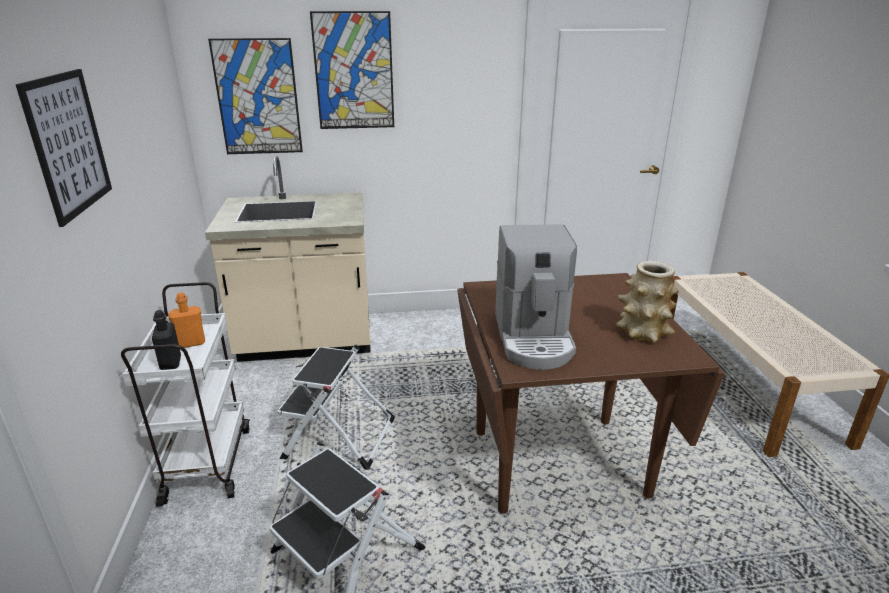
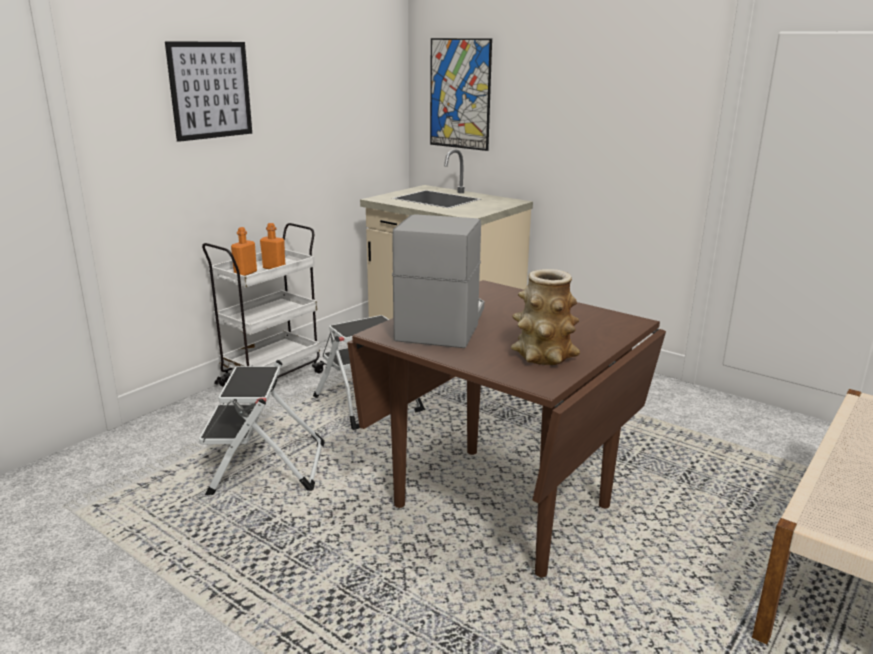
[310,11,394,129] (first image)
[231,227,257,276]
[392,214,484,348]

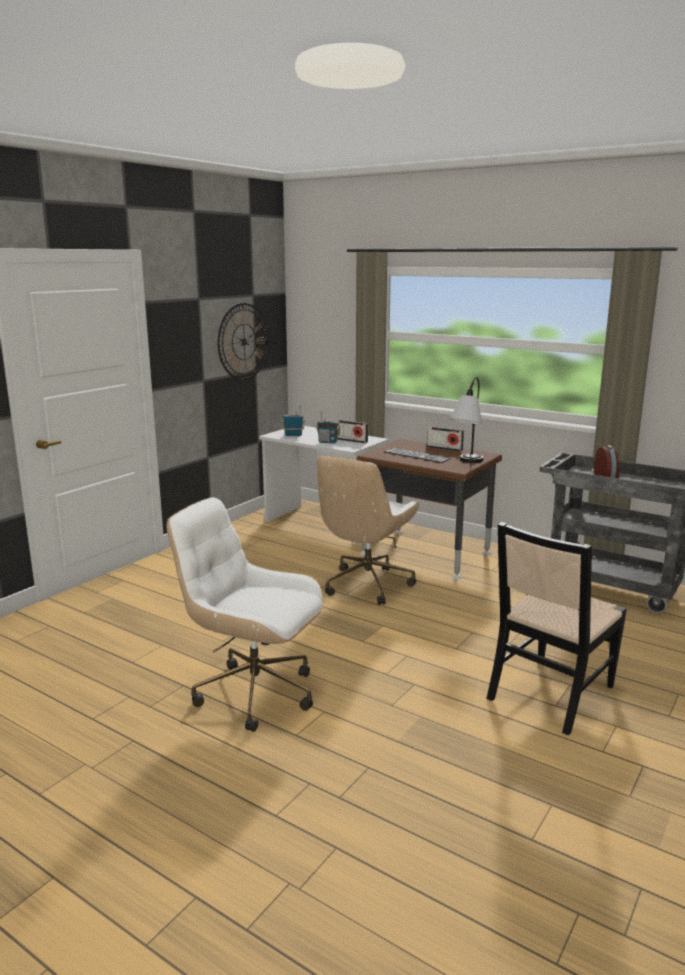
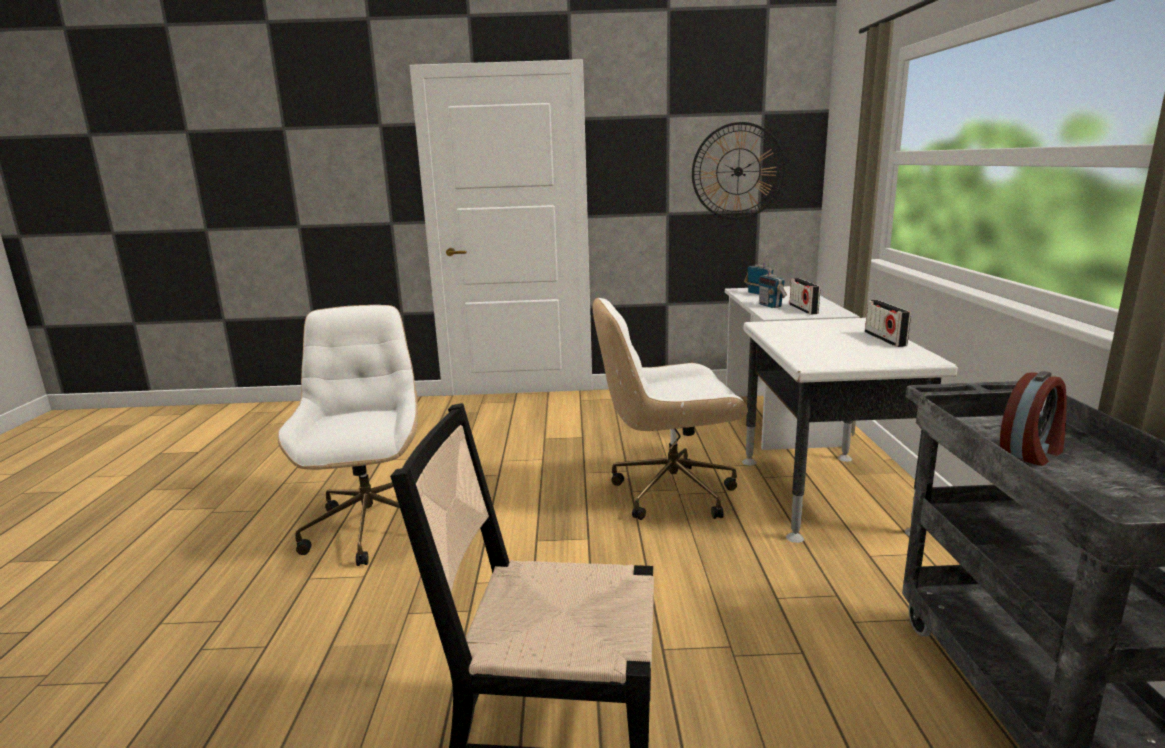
[384,448,451,463] (first image)
[450,377,484,463] (first image)
[742,318,958,543]

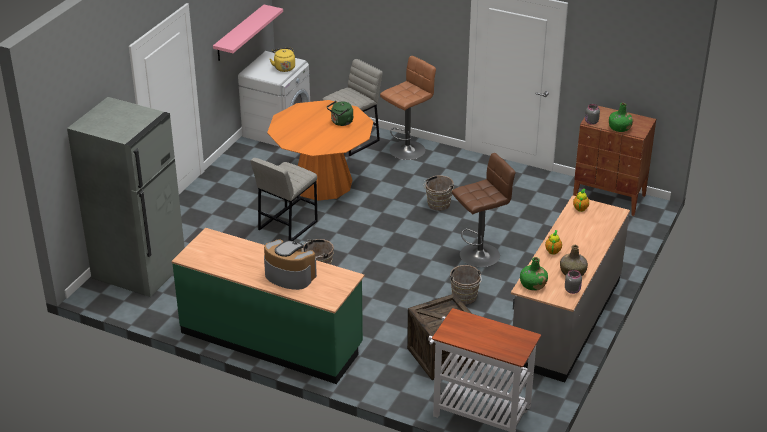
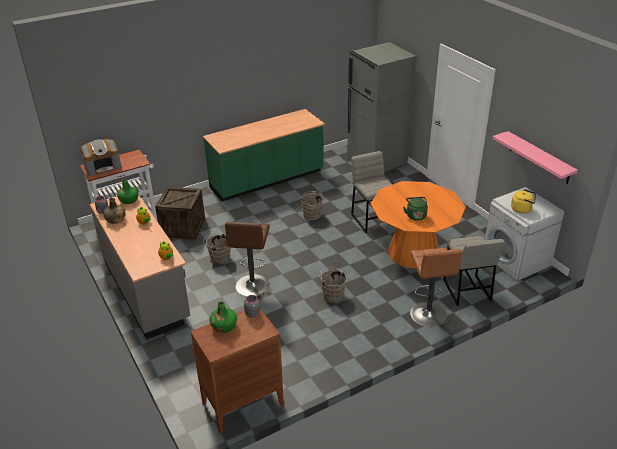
[81,139,121,176]

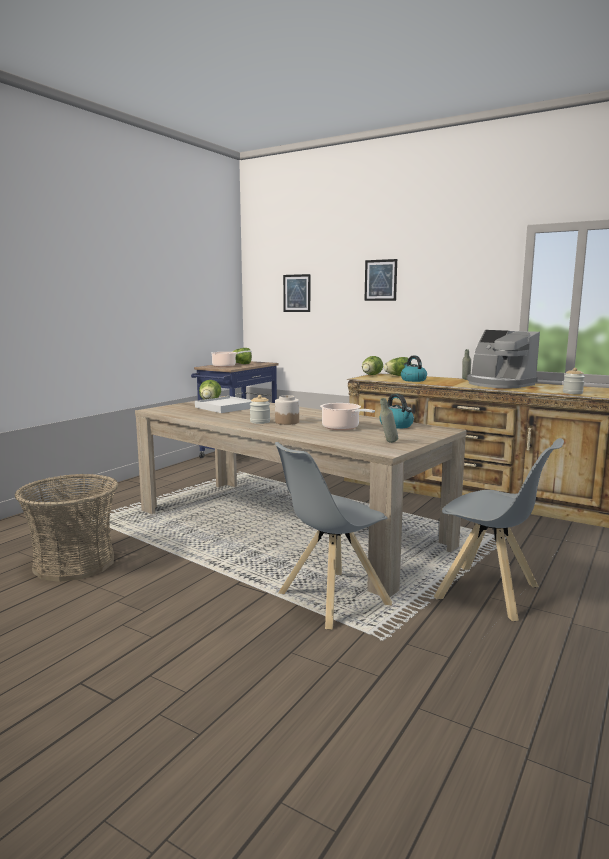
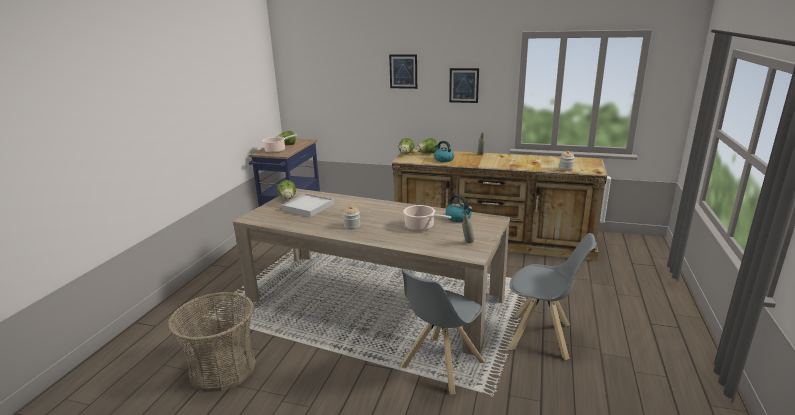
[275,395,299,425] (first image)
[467,330,540,389] (first image)
[449,68,479,103]

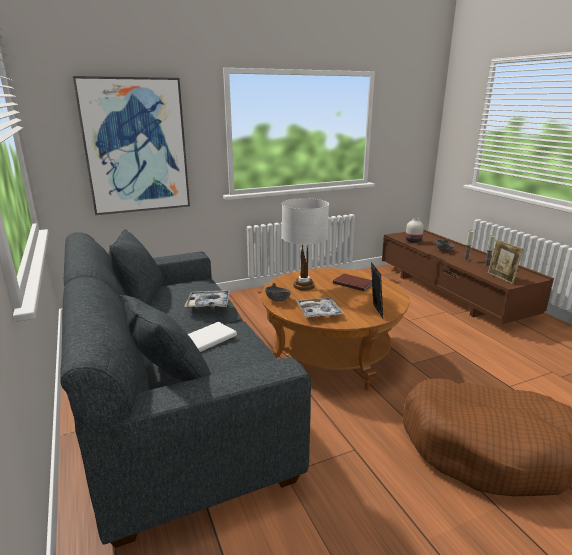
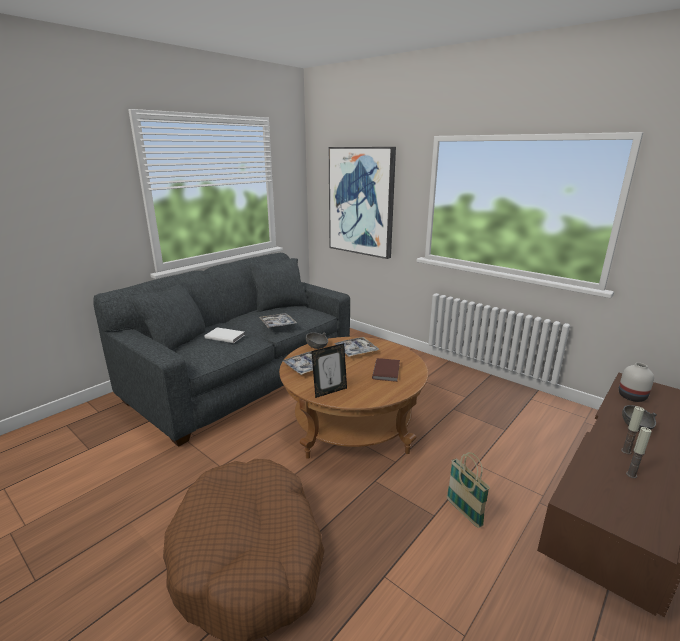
[488,239,523,284] (first image)
[447,452,490,528]
[334,337,379,356]

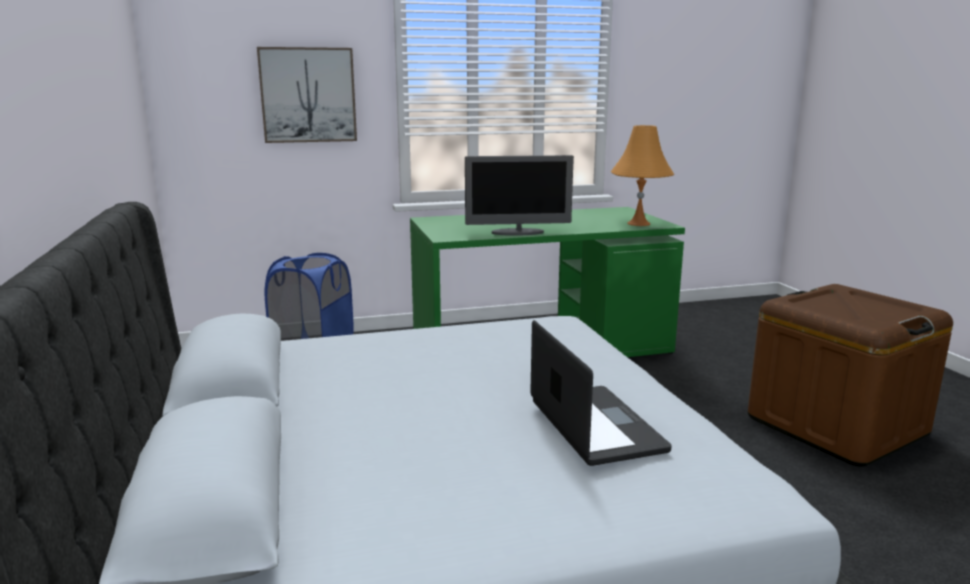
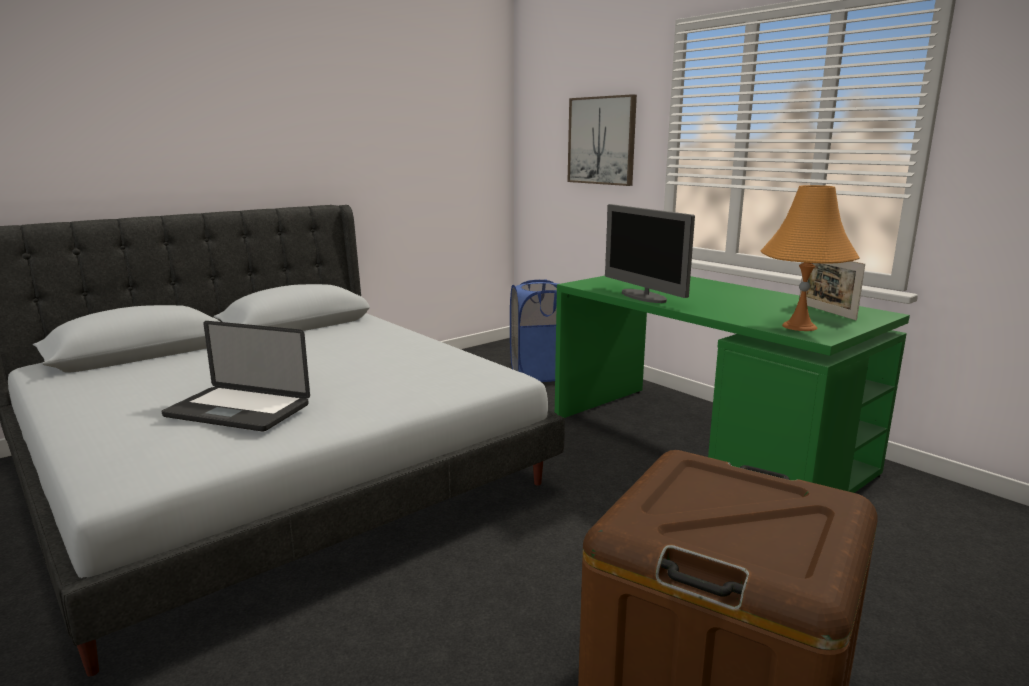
[799,261,865,320]
[162,321,310,432]

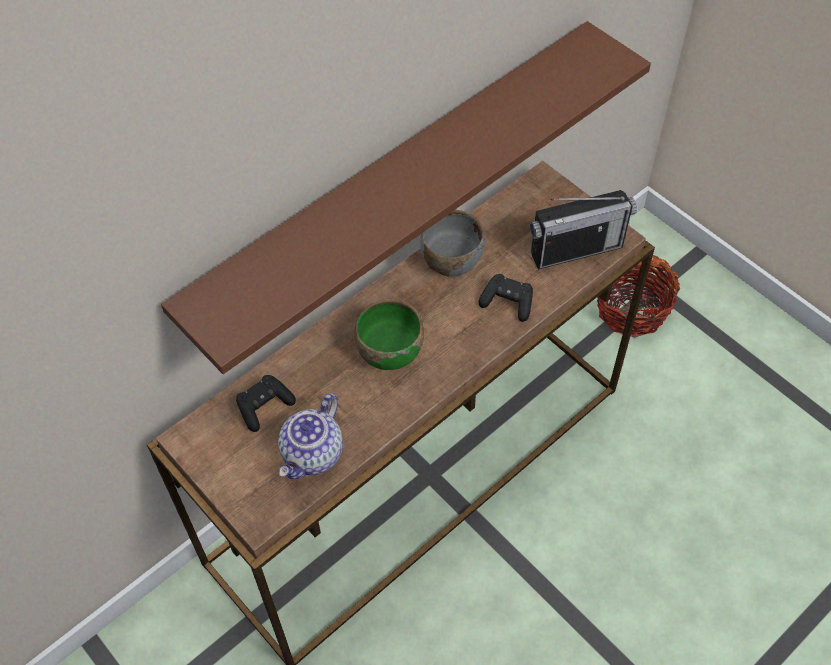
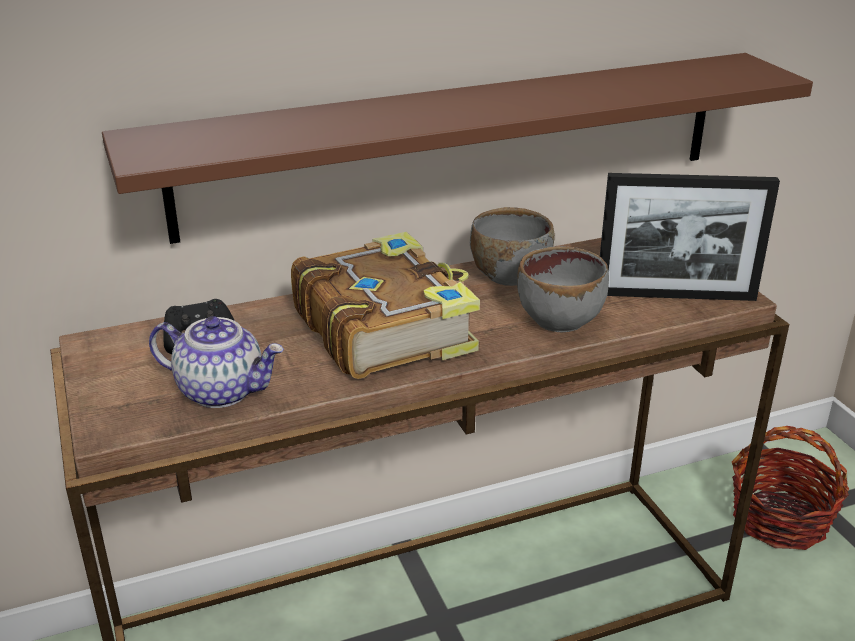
[291,232,480,379]
[517,246,609,332]
[600,173,780,301]
[149,316,284,408]

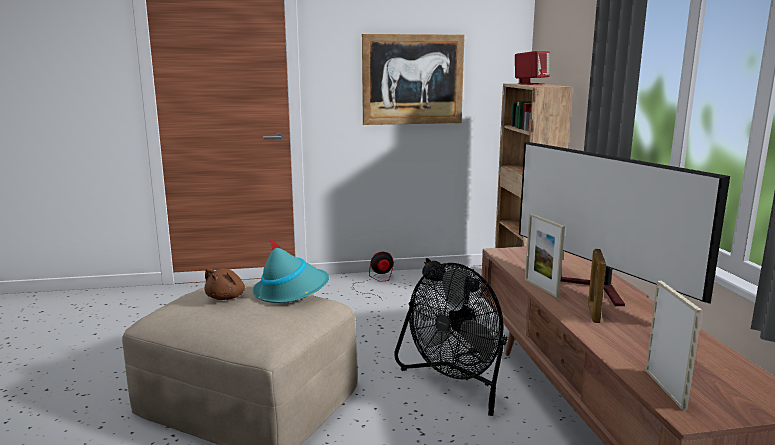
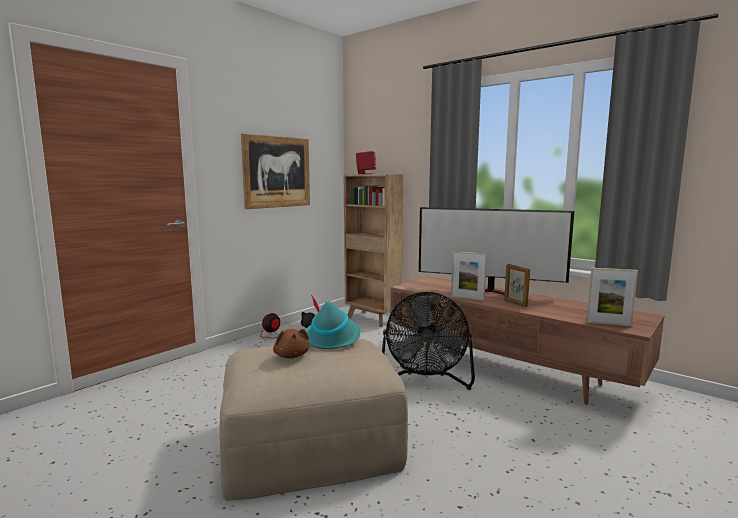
[586,268,638,327]

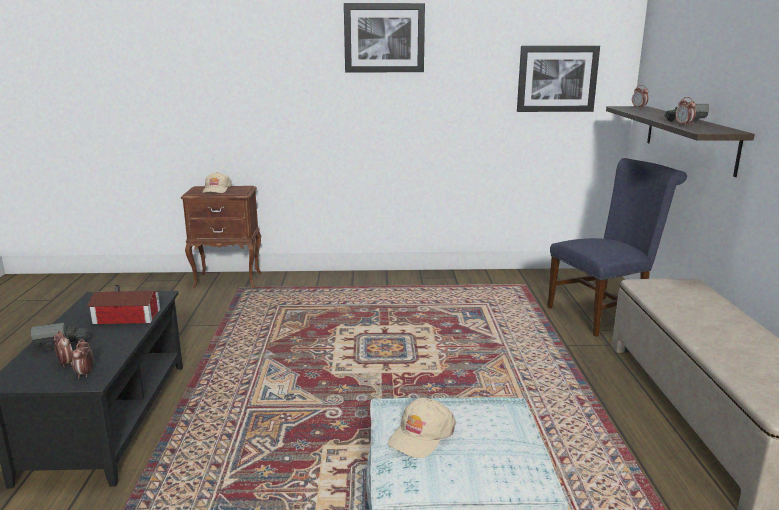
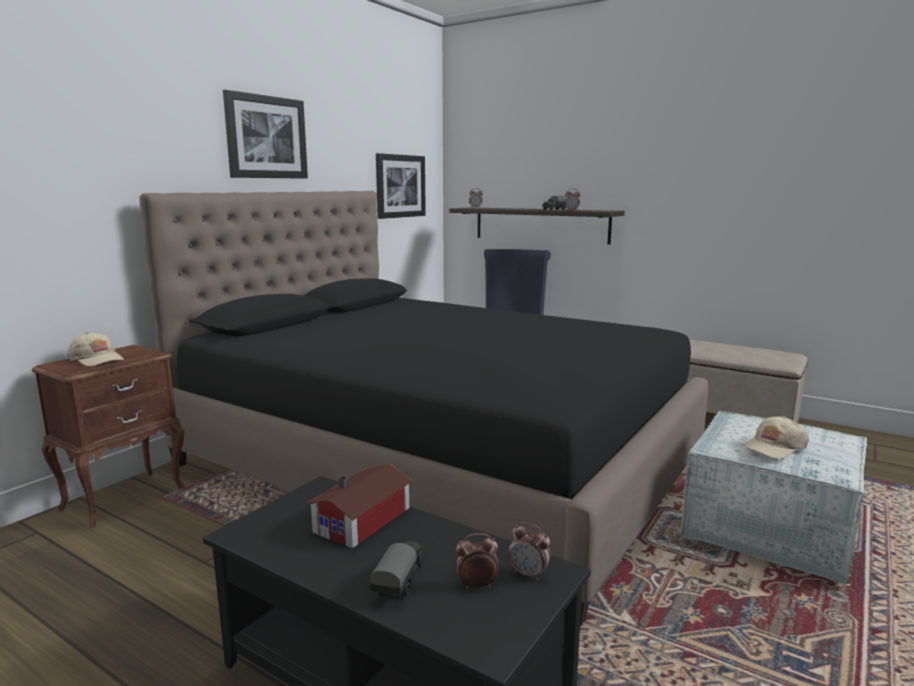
[139,191,708,627]
[744,416,809,459]

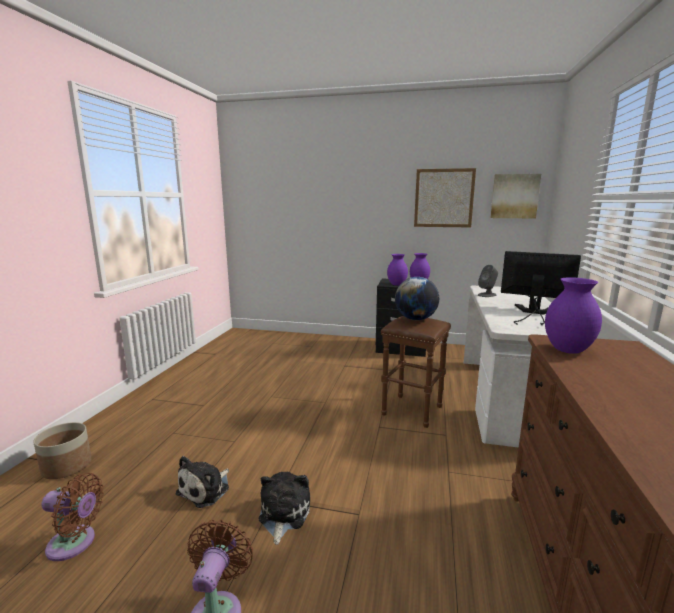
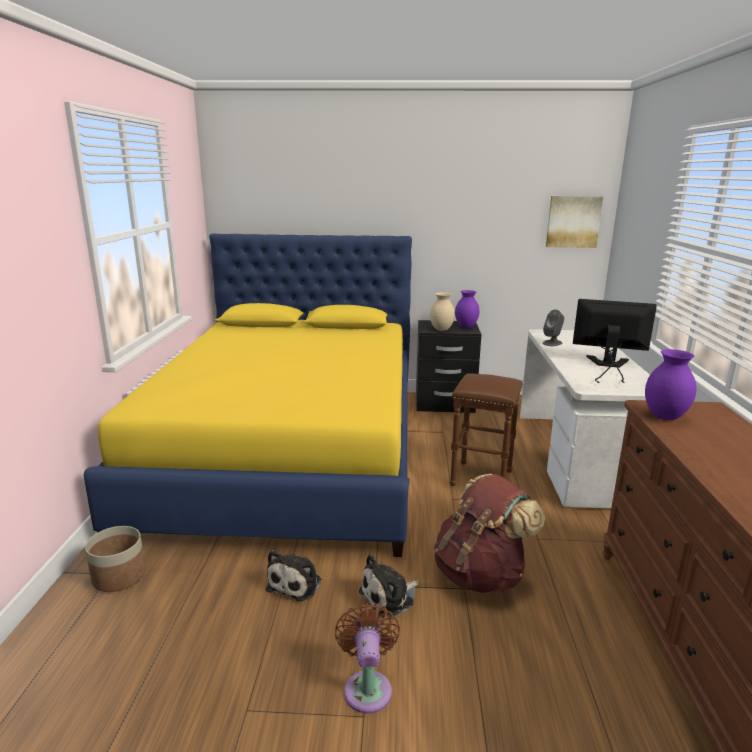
[41,473,104,561] (first image)
[395,277,439,320] (first image)
[414,168,476,228] (first image)
[84,234,412,557]
[434,474,545,593]
[430,292,455,331]
[359,554,419,617]

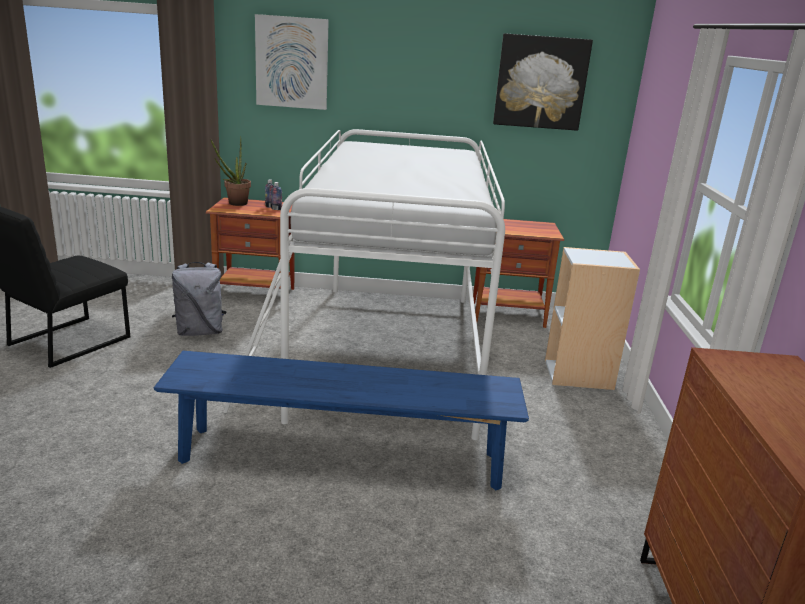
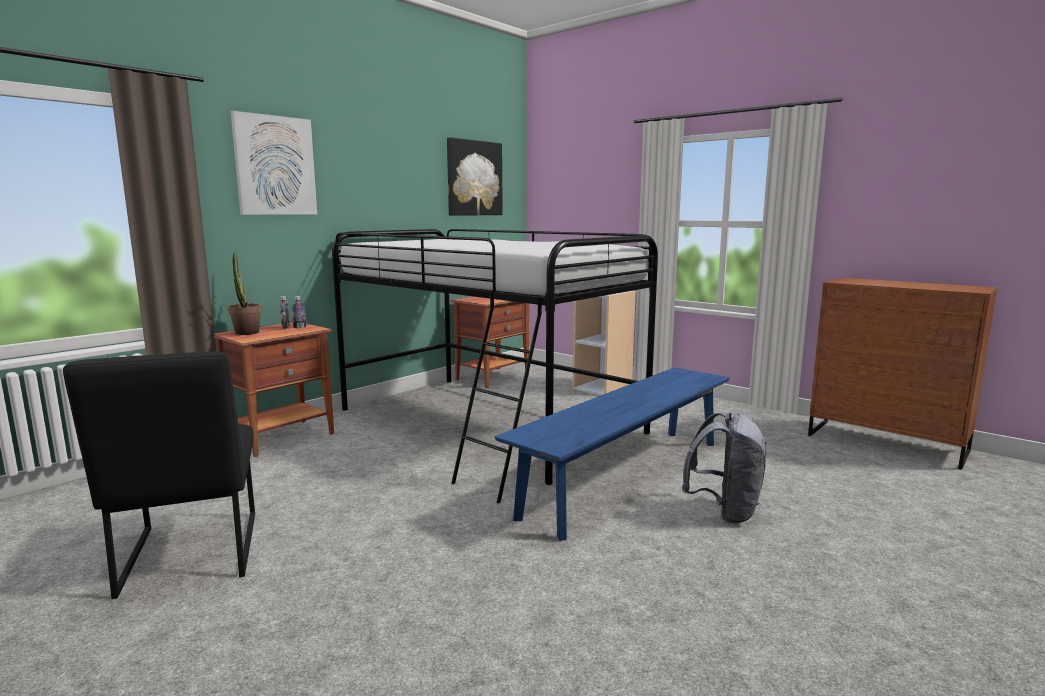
[682,412,767,524]
[332,229,658,503]

